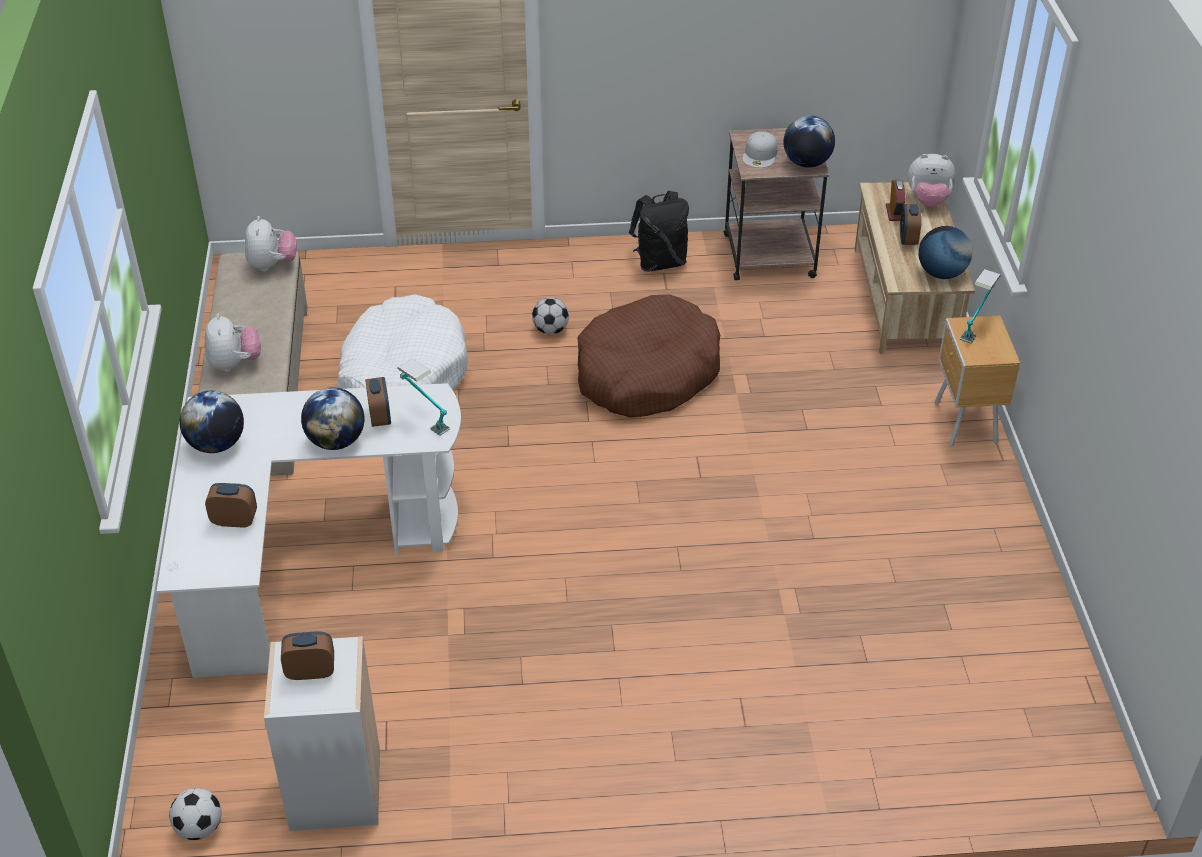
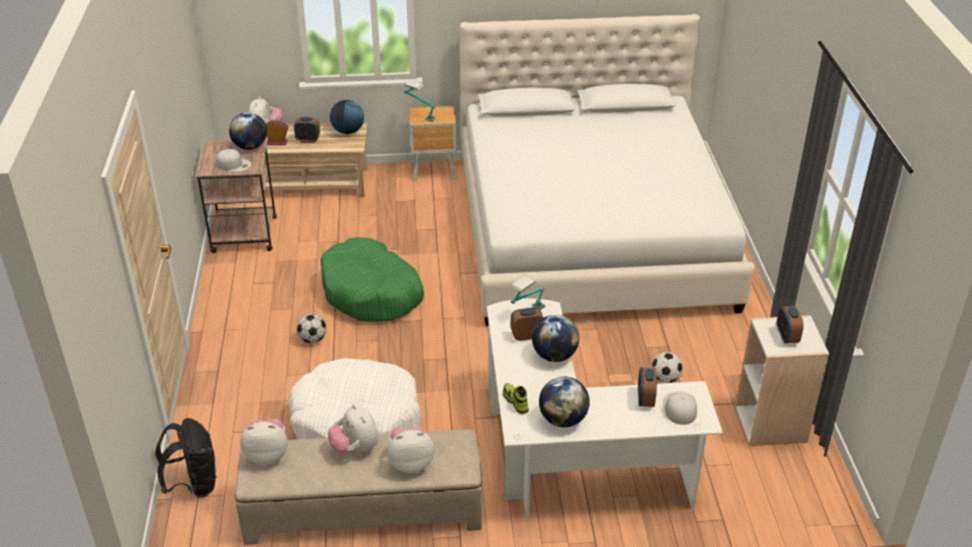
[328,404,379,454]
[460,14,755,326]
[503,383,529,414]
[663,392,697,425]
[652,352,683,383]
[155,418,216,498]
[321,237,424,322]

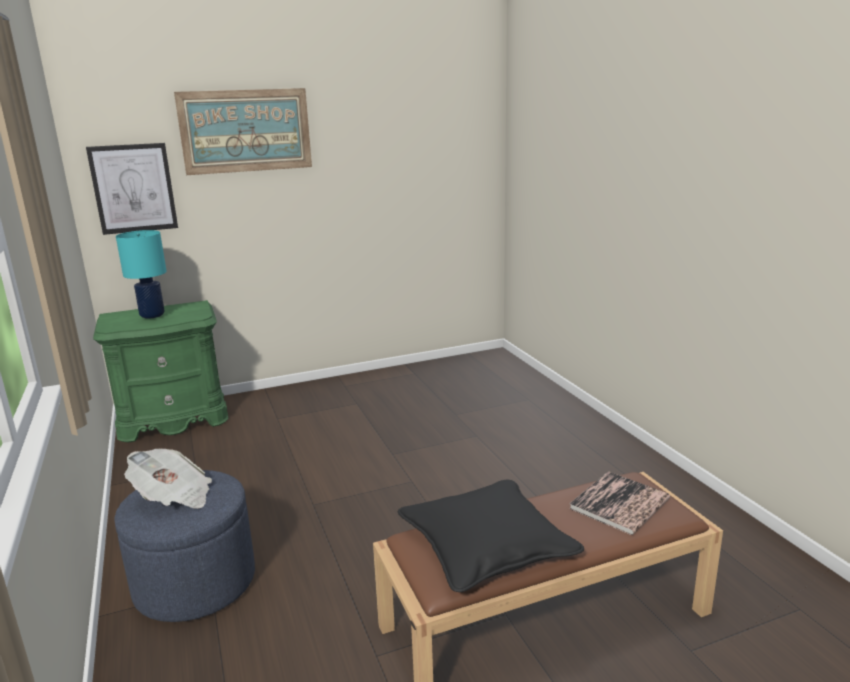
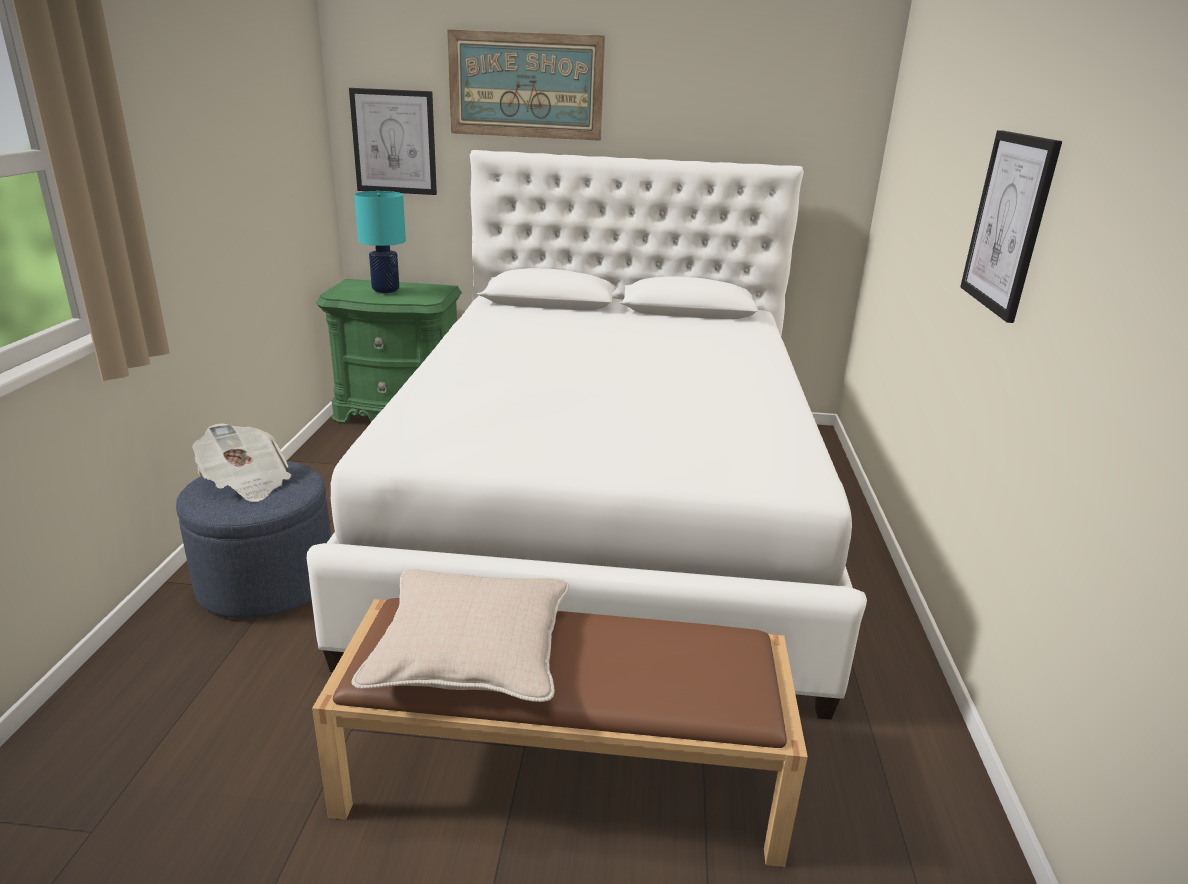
[569,471,670,535] (first image)
[307,150,867,720]
[960,130,1062,323]
[352,569,569,702]

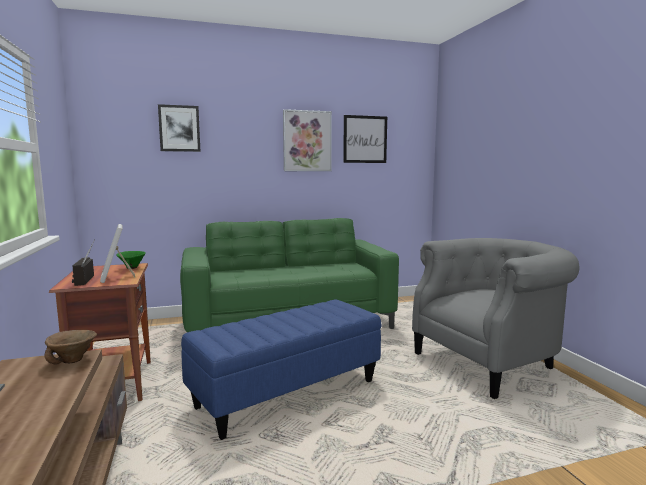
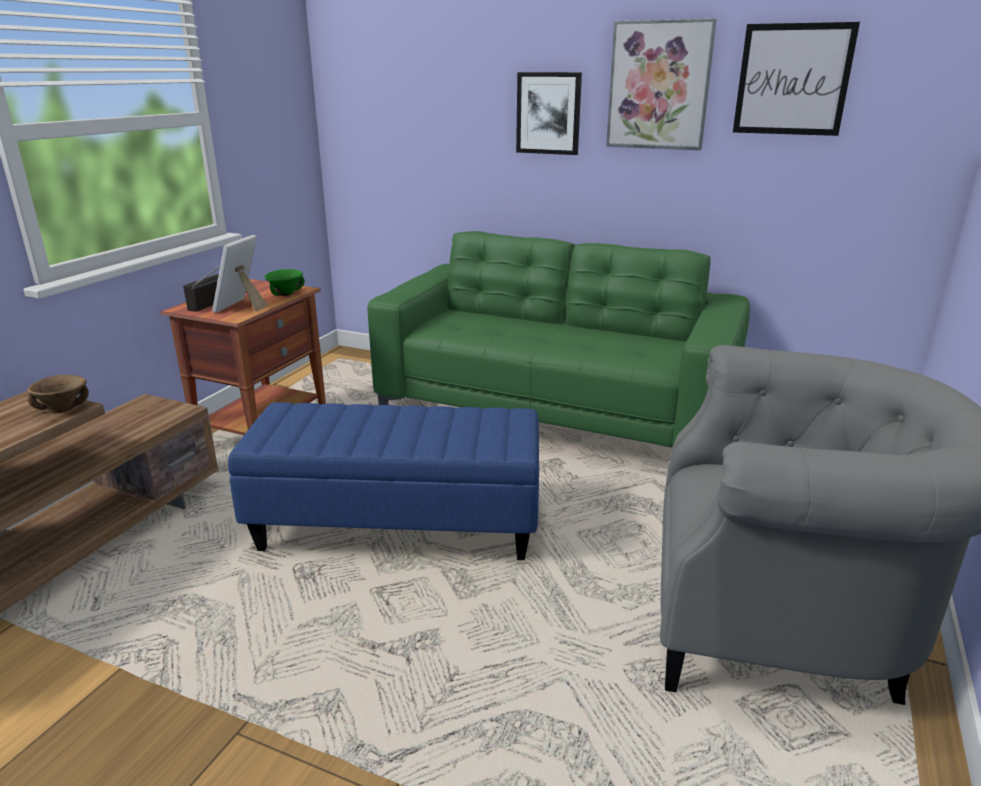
[516,72,582,155]

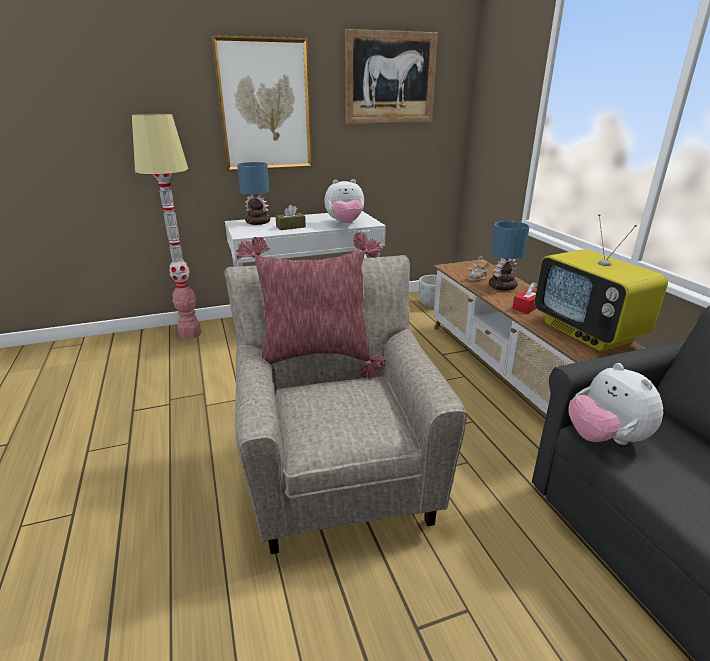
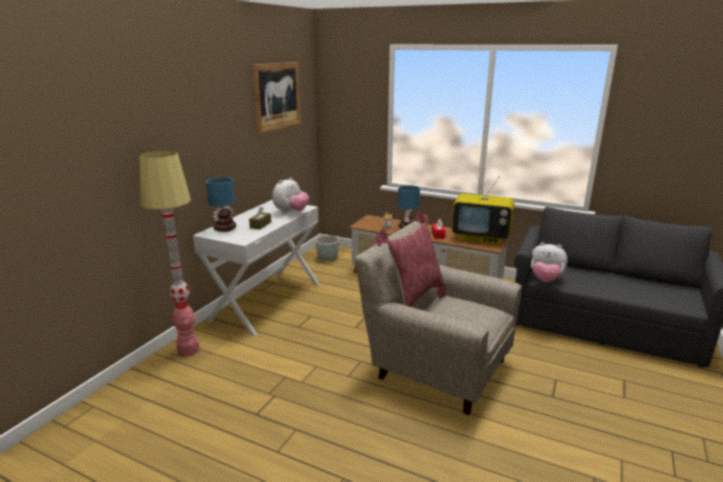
[212,35,312,171] (first image)

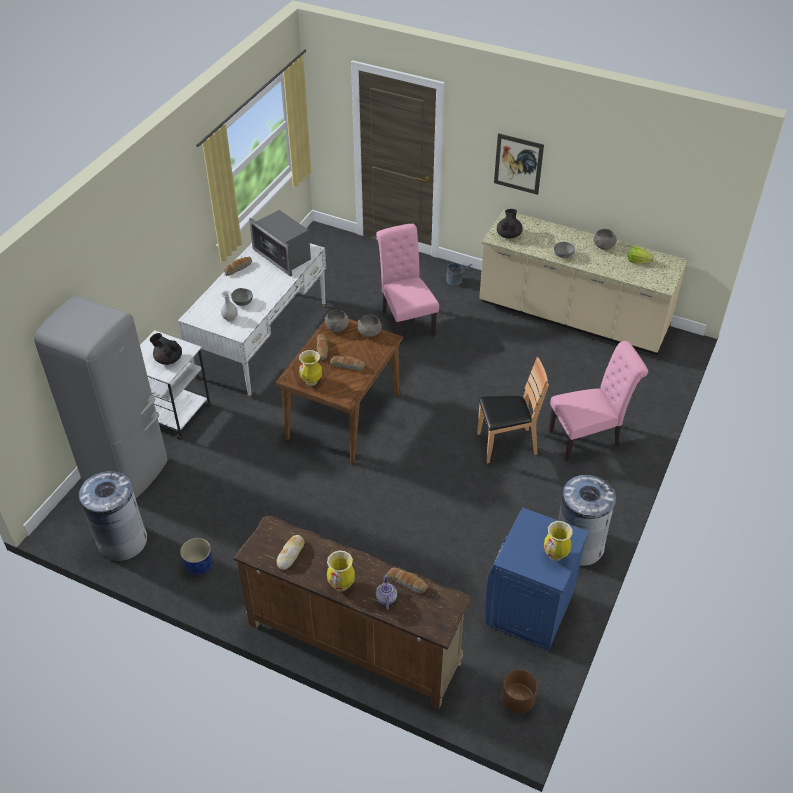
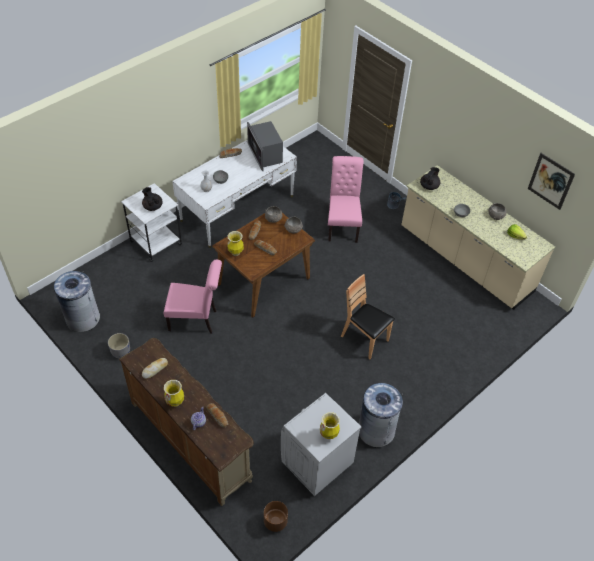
[34,295,168,498] (first image)
[528,153,575,210]
[164,260,222,334]
[108,333,130,358]
[281,393,361,496]
[341,274,395,359]

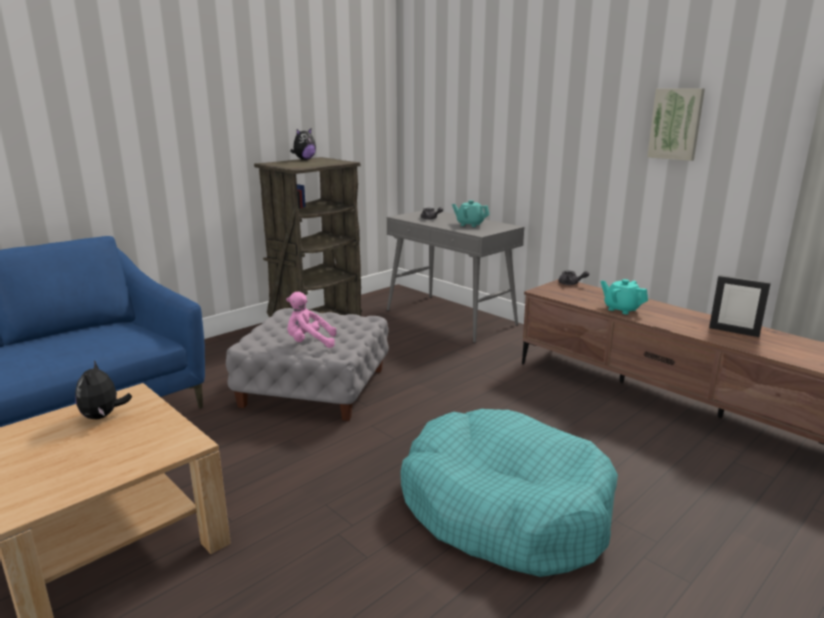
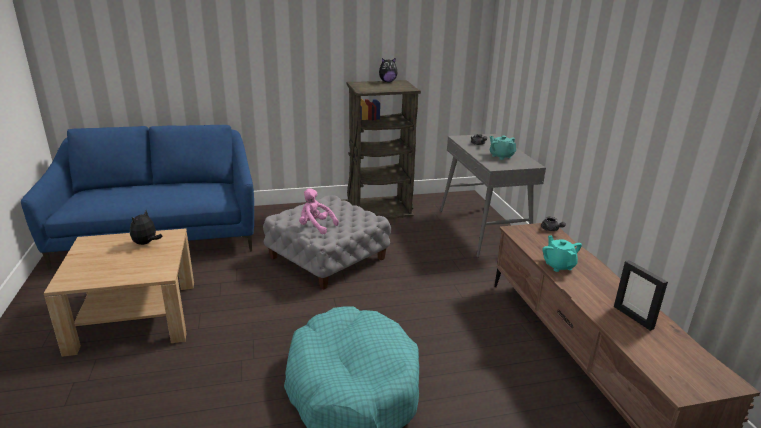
[647,88,705,161] (first image)

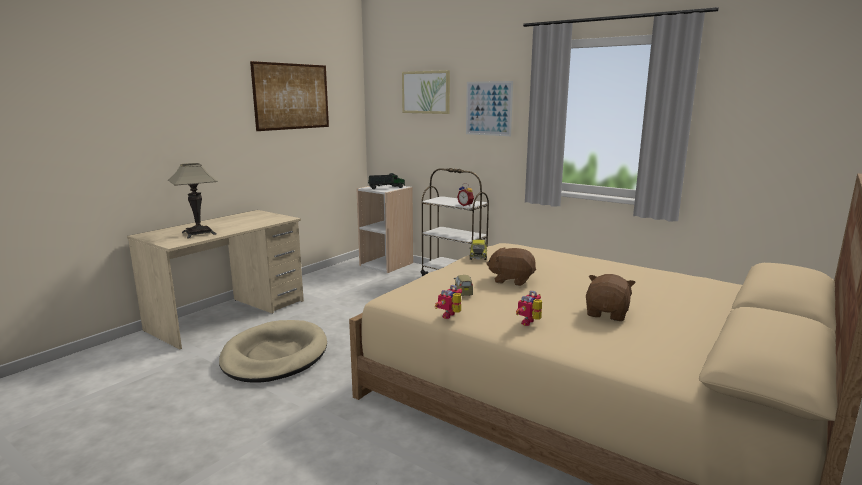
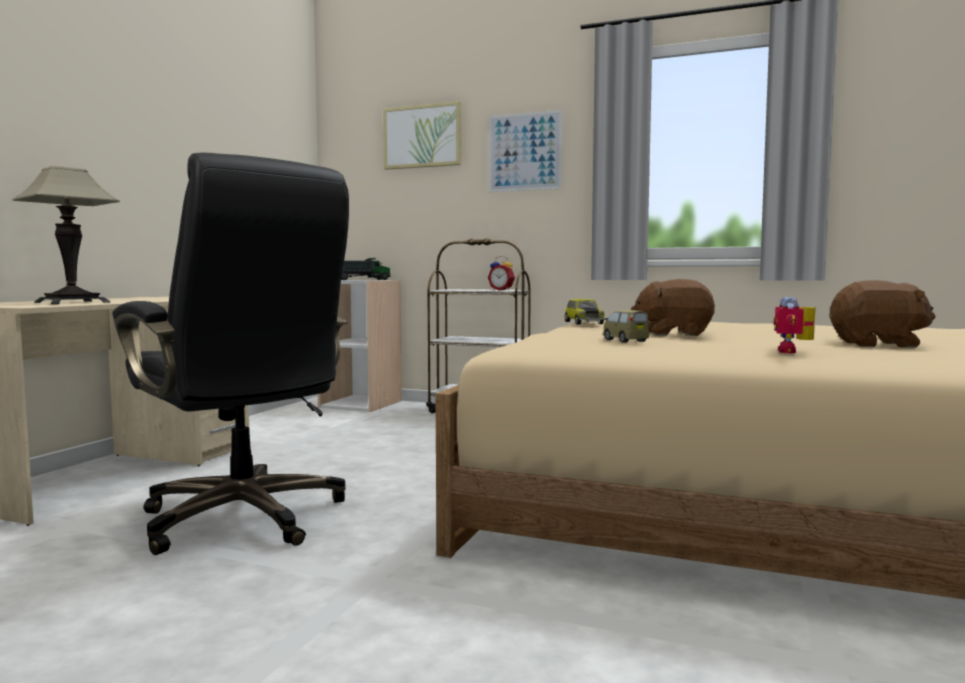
[250,61,329,131] (first image)
[435,285,462,319] (first image)
[112,153,349,555]
[829,280,936,348]

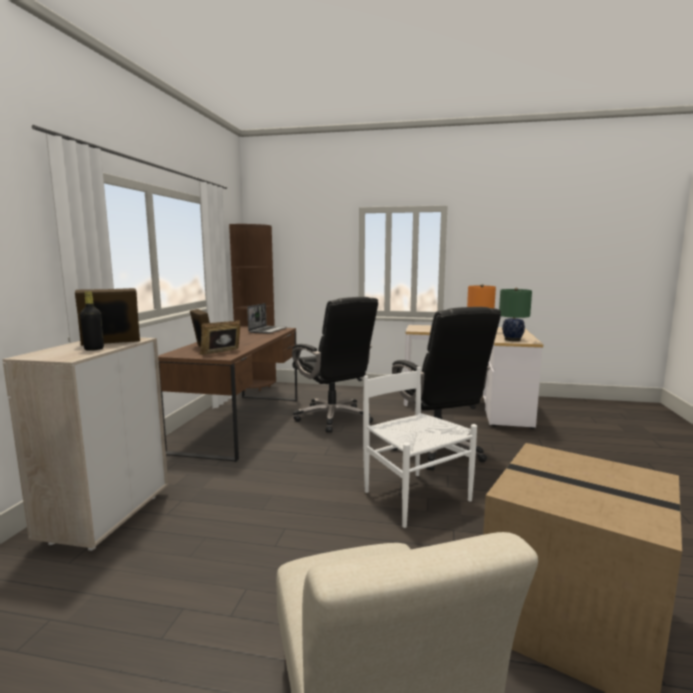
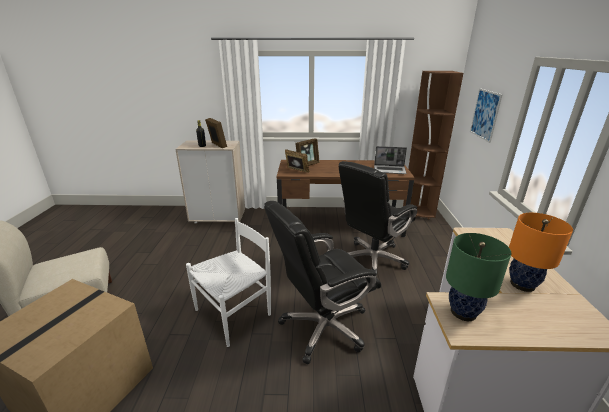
[470,88,503,143]

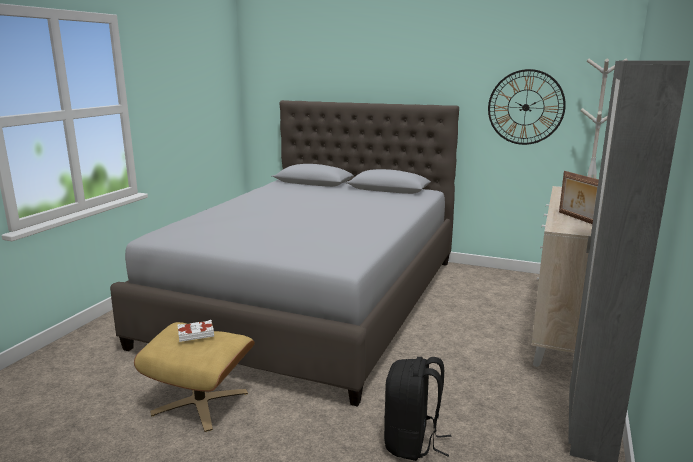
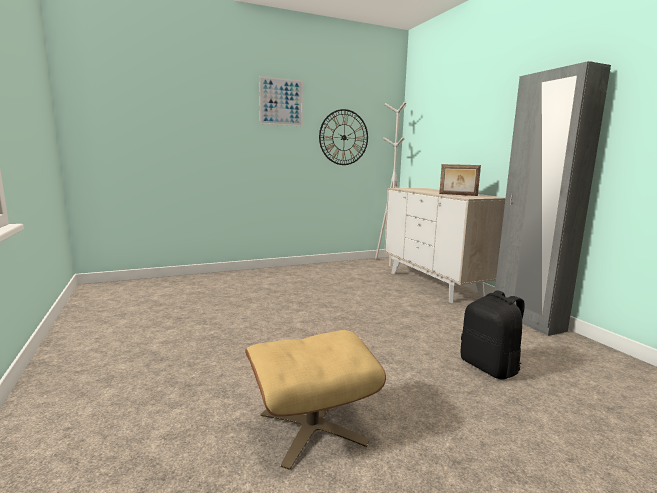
[110,100,459,407] (first image)
[178,320,214,342] (first image)
[259,76,303,126]

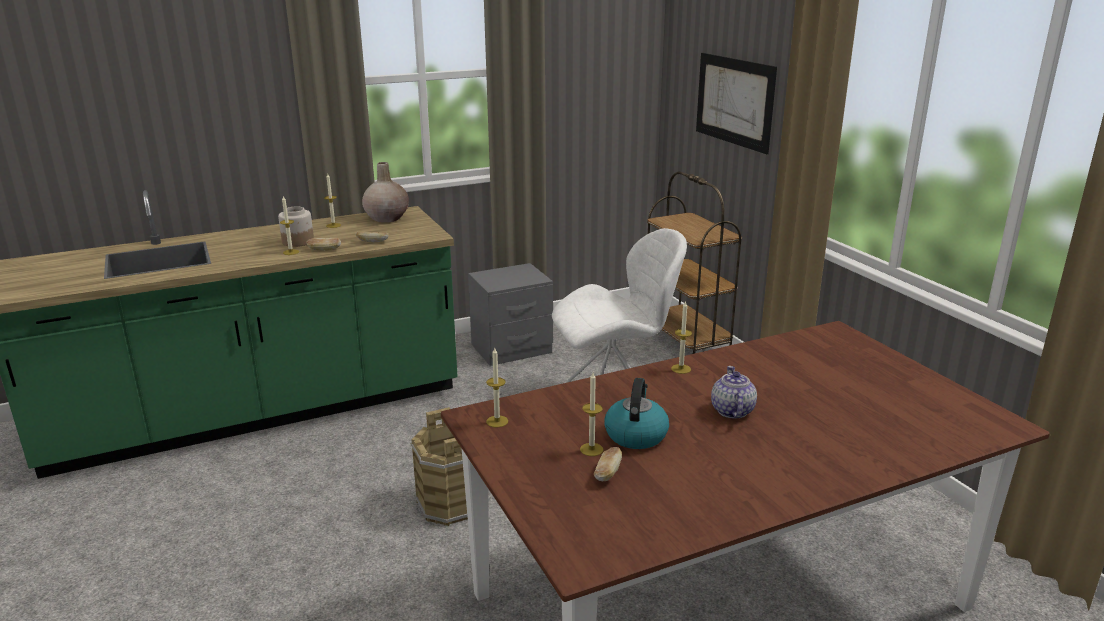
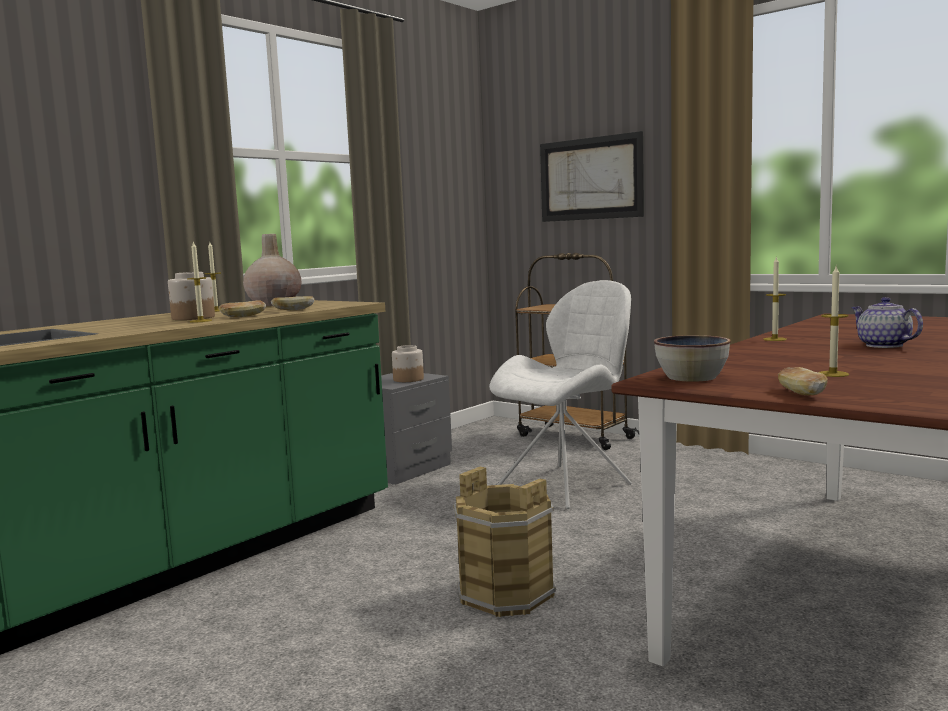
[604,378,669,449] (first image)
[392,345,424,382]
[778,367,828,395]
[654,335,731,382]

